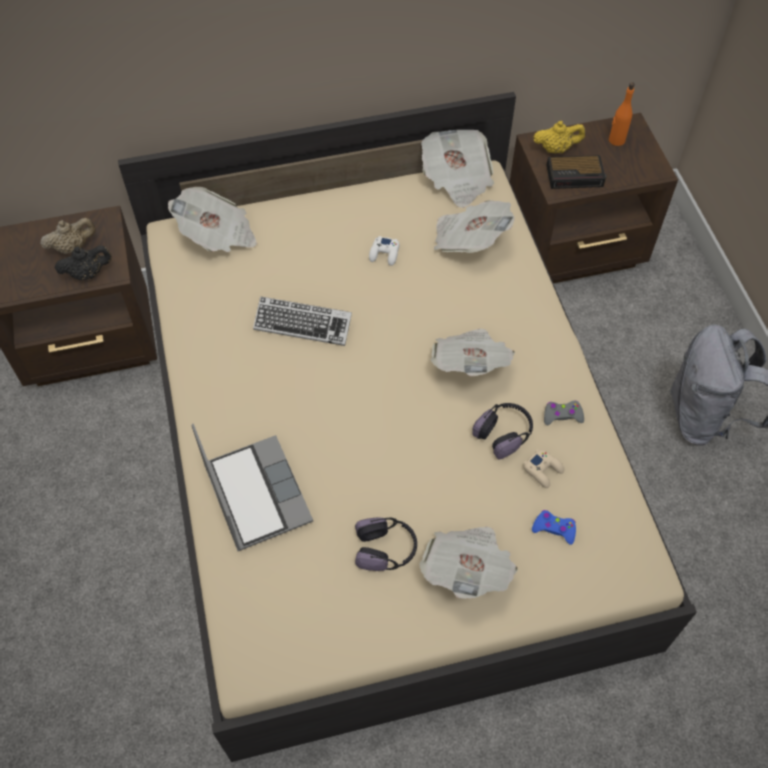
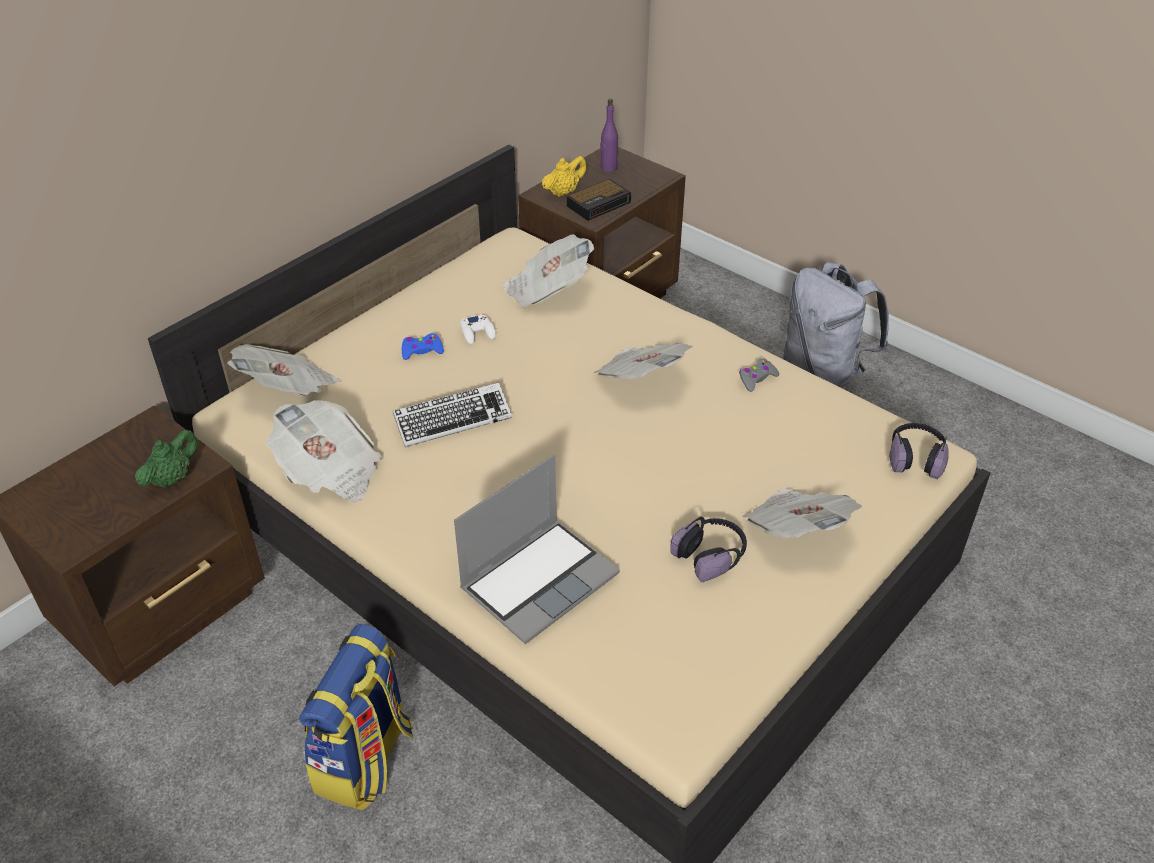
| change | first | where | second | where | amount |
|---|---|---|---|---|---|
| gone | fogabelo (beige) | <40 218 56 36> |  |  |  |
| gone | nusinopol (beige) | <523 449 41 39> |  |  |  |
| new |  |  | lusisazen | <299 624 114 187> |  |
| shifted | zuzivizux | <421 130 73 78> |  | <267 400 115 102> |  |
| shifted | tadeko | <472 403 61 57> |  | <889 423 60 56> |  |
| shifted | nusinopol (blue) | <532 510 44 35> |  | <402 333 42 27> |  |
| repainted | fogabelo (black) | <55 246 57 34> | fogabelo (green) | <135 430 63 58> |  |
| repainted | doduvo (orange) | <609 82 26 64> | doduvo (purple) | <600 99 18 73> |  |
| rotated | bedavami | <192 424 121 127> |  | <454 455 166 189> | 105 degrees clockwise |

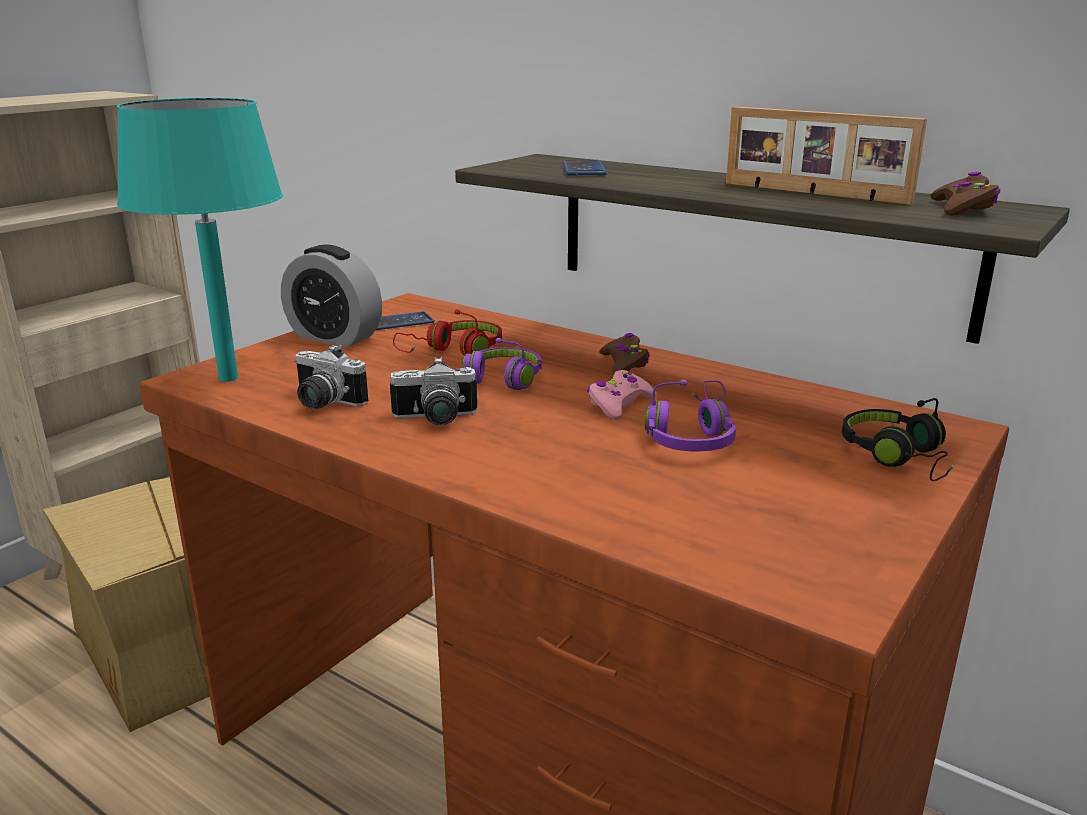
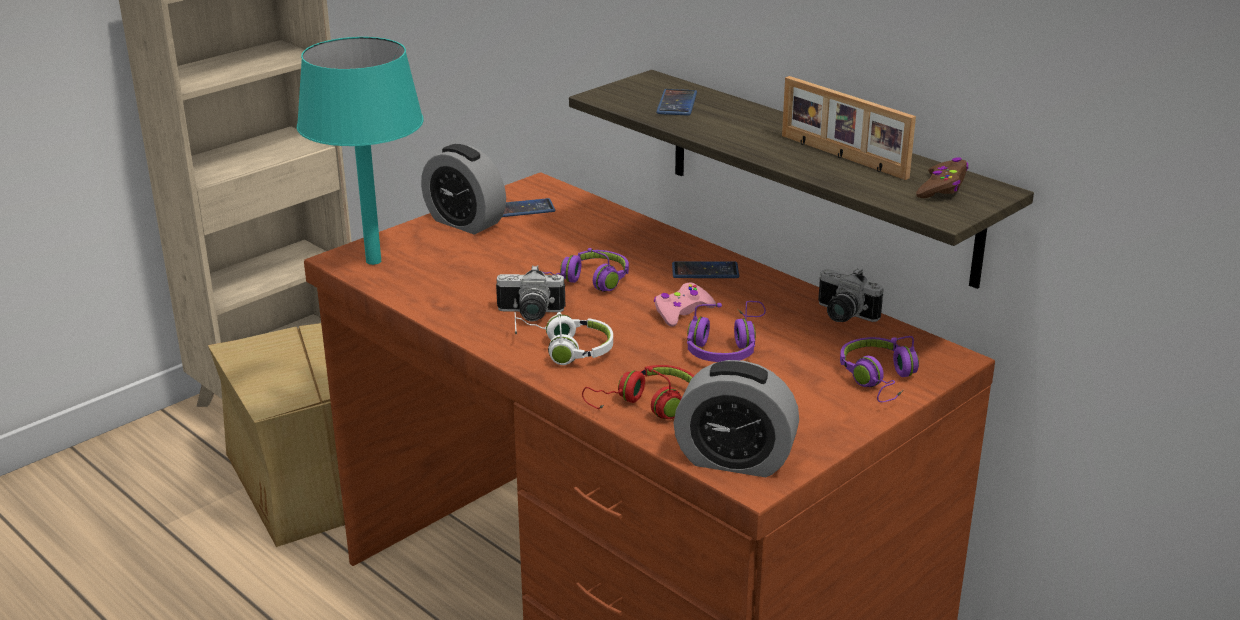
| change | first | where | second | where | amount |
|---|---|---|---|---|---|
| new |  |  | tadeko (white) | <515 312 98 53> |  |
| new |  |  | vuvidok | <674 360 125 117> |  |
| shifted | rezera | <294 344 74 65> |  | <818 268 66 54> |  |
| shifted | tadeko (red) | <393 310 109 46> |  | <582 365 112 54> |  |
| swapped | nusinopol (brown) | <599 333 51 41> | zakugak | <672 261 67 17> |  |
| repainted | tadeko (black) | <842 398 113 83> | tadeko (purple) | <840 336 79 66> |  |

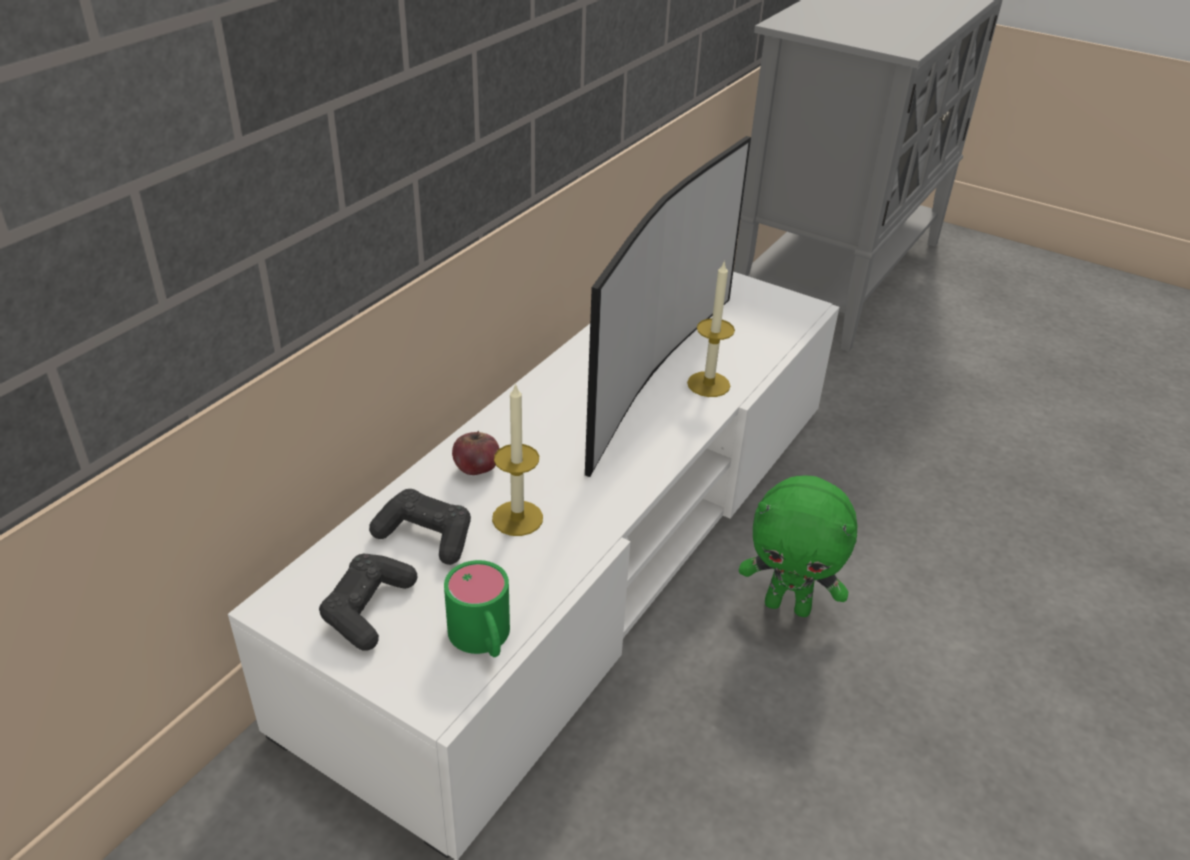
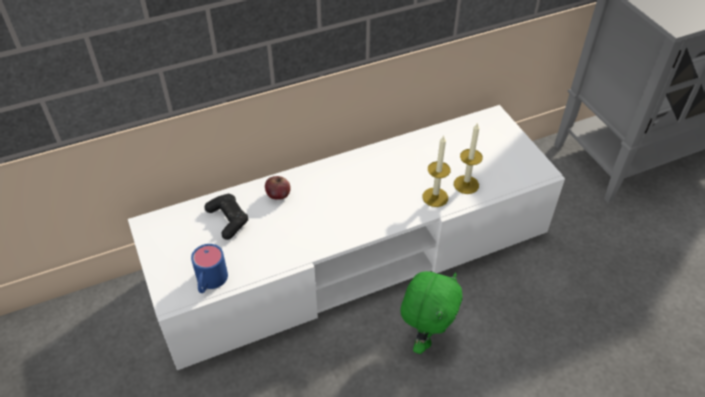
| change | first | where | second | where | amount |
|---|---|---|---|---|---|
| gone | nusinopol (black) | <319 554 98 97> |  |  |  |
| gone | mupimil | <585 136 166 341> |  |  |  |
| shifted | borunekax | <492 383 51 153> |  | <454 122 29 72> |  |
| repainted | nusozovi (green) | <444 560 66 97> | nusozovi (blue) | <191 244 37 49> |  |
| rotated | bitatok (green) | <739 476 118 141> |  | <400 271 62 83> | 120 degrees counterclockwise |

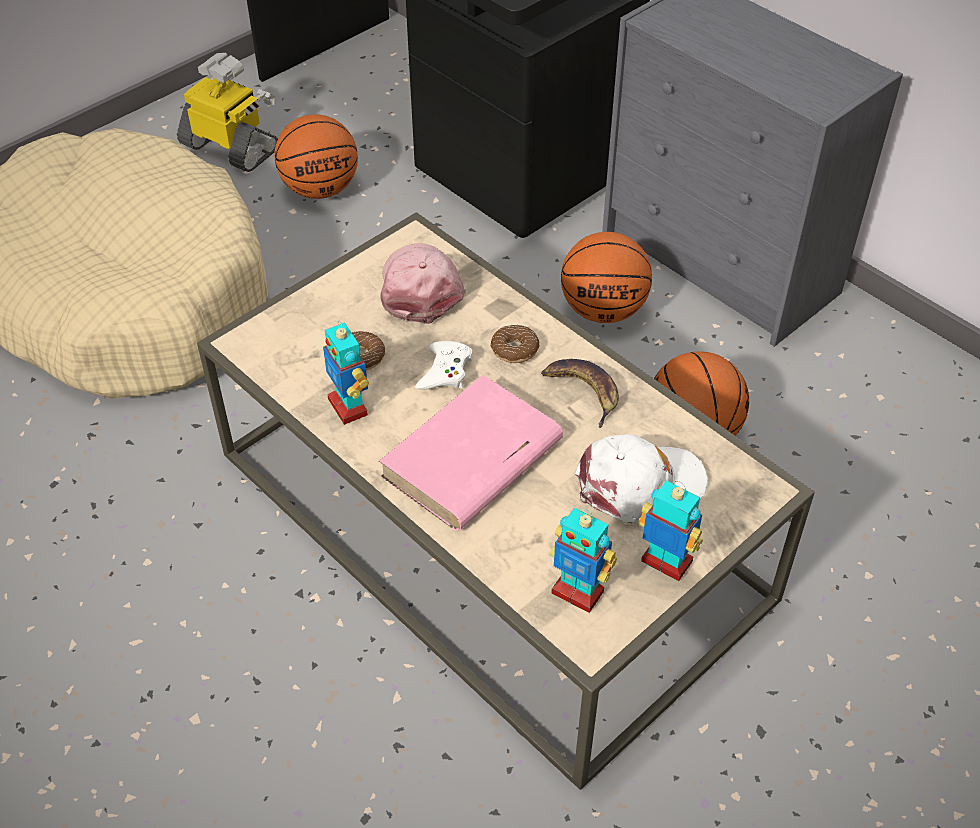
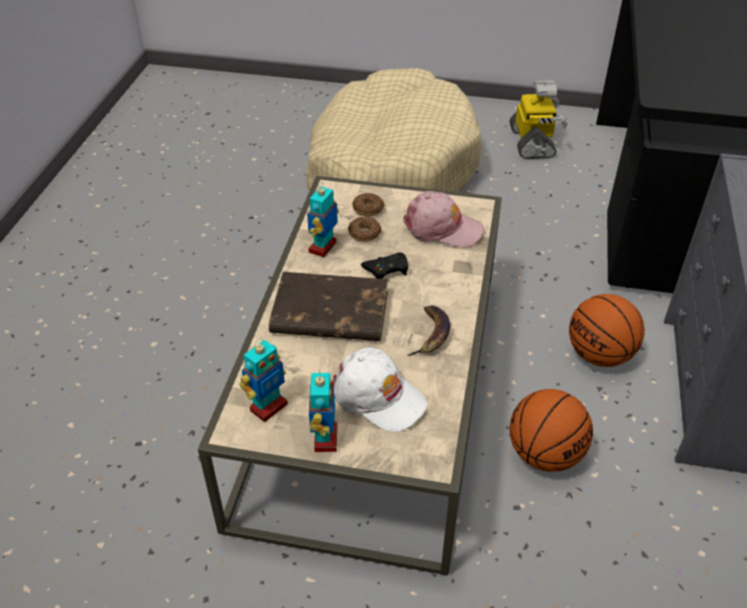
| change | first | where | second | where | amount |
|---|---|---|---|---|---|
| gone | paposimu | <274 114 84 85> |  |  |  |
| shifted | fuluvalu | <490 324 49 39> |  | <352 193 32 23> |  |
| repainted | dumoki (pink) | <379 375 184 156> | dumoki (brown) | <269 272 119 69> |  |
| repainted | nusinopol (white) | <415 341 57 49> | nusinopol (black) | <361 252 47 27> |  |
| rotated | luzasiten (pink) | <380 243 86 81> |  | <403 191 81 57> | 60 degrees clockwise |
| rotated | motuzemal | <550 508 67 105> |  | <239 338 49 84> | 135 degrees counterclockwise |

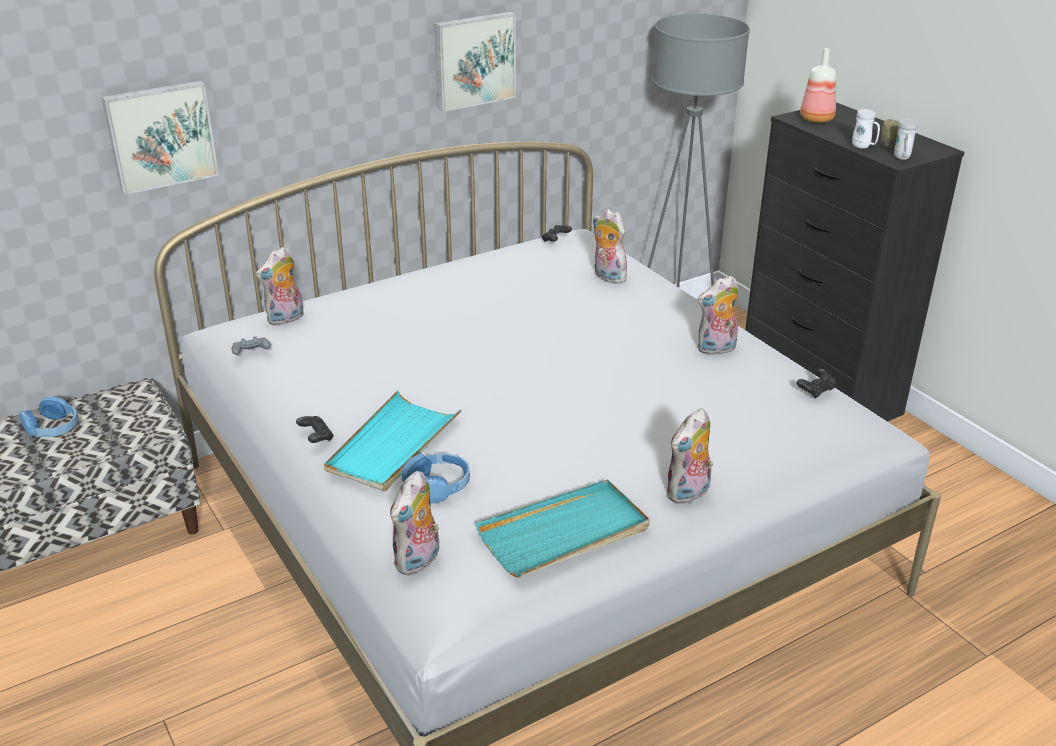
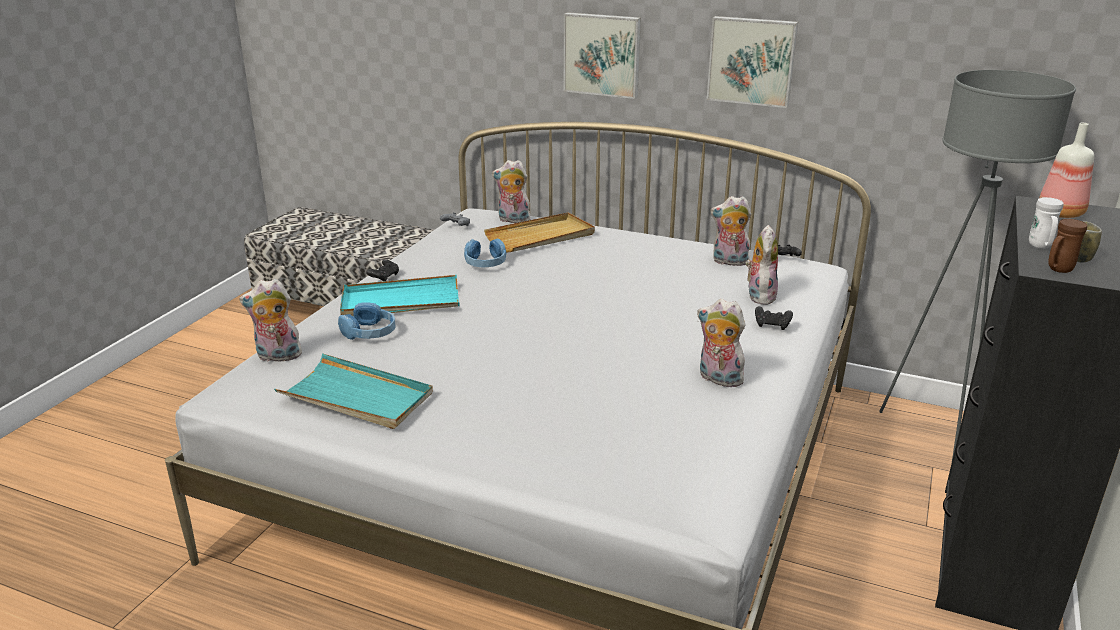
| change | first | where | second | where | amount |
|---|---|---|---|---|---|
| new |  |  | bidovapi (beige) | <484 213 111 39> |  |
| shifted | tadeko (blue) | <19 396 59 41> |  | <464 238 42 29> |  |
| shifted | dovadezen | <102 81 117 114> |  | <564 12 77 87> |  |
| shifted | bitatok | <666 408 47 96> |  | <710 196 41 70> |  |
| shifted | nusinopol (black) | <797 369 39 30> |  | <755 306 38 24> |  |
| repainted | nusozovi (white) | <894 119 24 41> | nusozovi (brown) | <1049 219 38 54> |  |

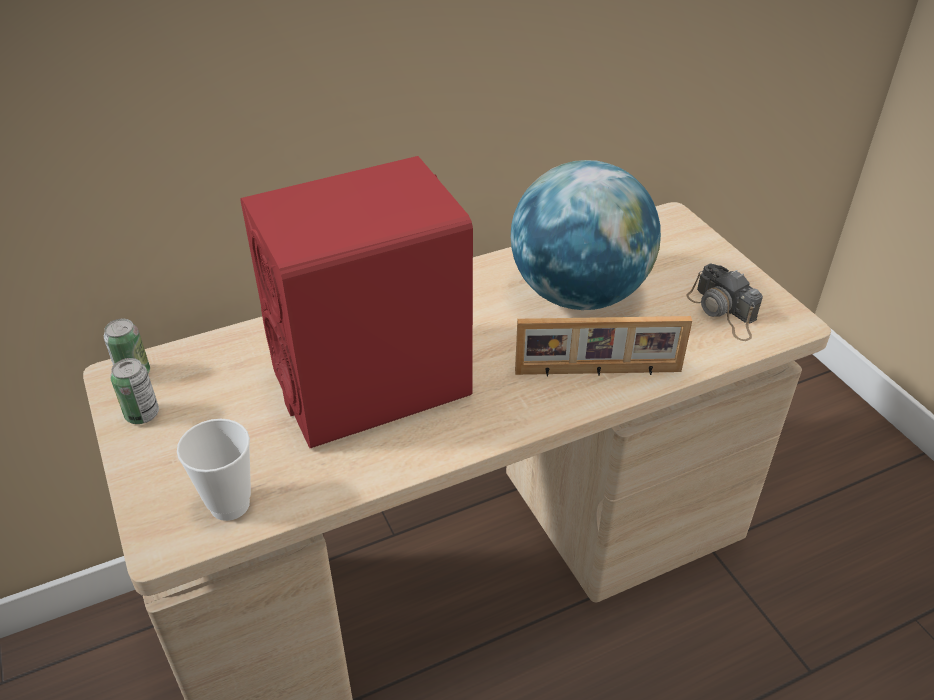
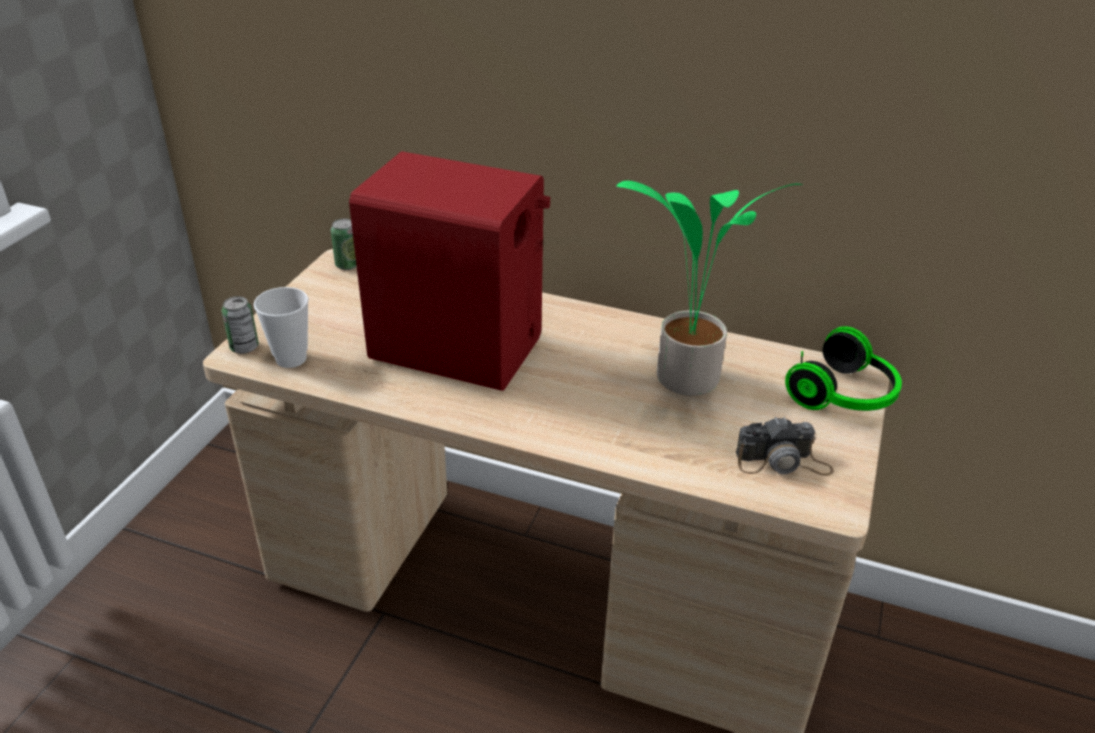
| change | first | where | second | where | amount |
|---|---|---|---|---|---|
| gone | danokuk | <515 316 177 61> |  |  |  |
| new |  |  | tadeko | <785 326 117 85> |  |
| shifted | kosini | <110 358 49 66> |  | <221 296 38 58> |  |
| swapped | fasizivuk | <511 160 150 150> | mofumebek | <616 181 187 215> |  |
| rotated | rezera | <686 263 77 78> |  | <736 417 98 59> | 105 degrees counterclockwise |

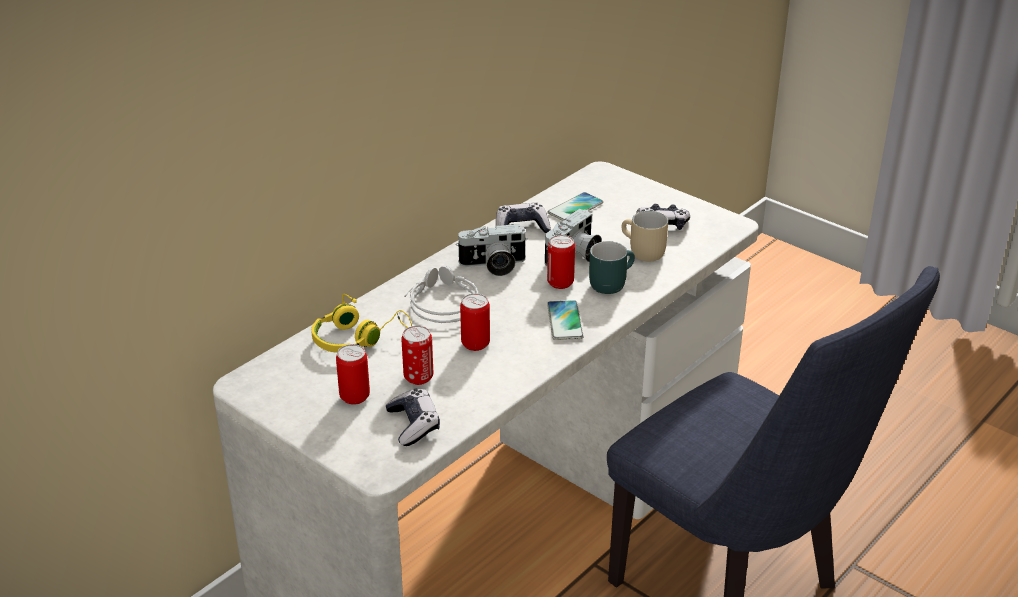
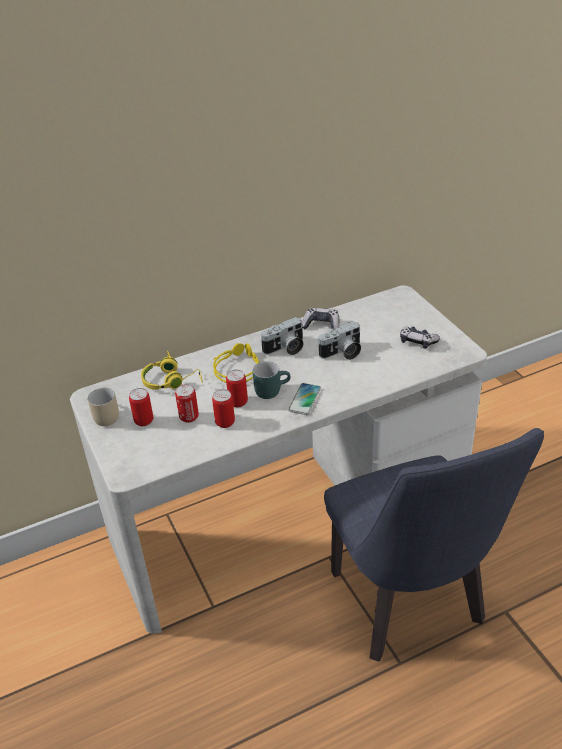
| change | first | where | second | where | amount |
|---|---|---|---|---|---|
| gone | nusinopol | <386 388 54 58> |  |  |  |
| gone | zakugak | <548 192 55 29> |  |  |  |
| shifted | kosini | <547 235 28 54> |  | <212 389 23 39> |  |
| shifted | nusozovi (turquoise) | <589 241 46 53> |  | <252 361 39 38> |  |
| shifted | nusozovi (beige) | <621 211 47 50> |  | <87 388 32 38> |  |
| repainted | tadeko (grey) | <404 266 75 57> | tadeko (yellow) | <213 343 46 40> |  |
| rotated | rezera | <456 224 72 52> |  | <260 317 44 38> | 45 degrees counterclockwise |

